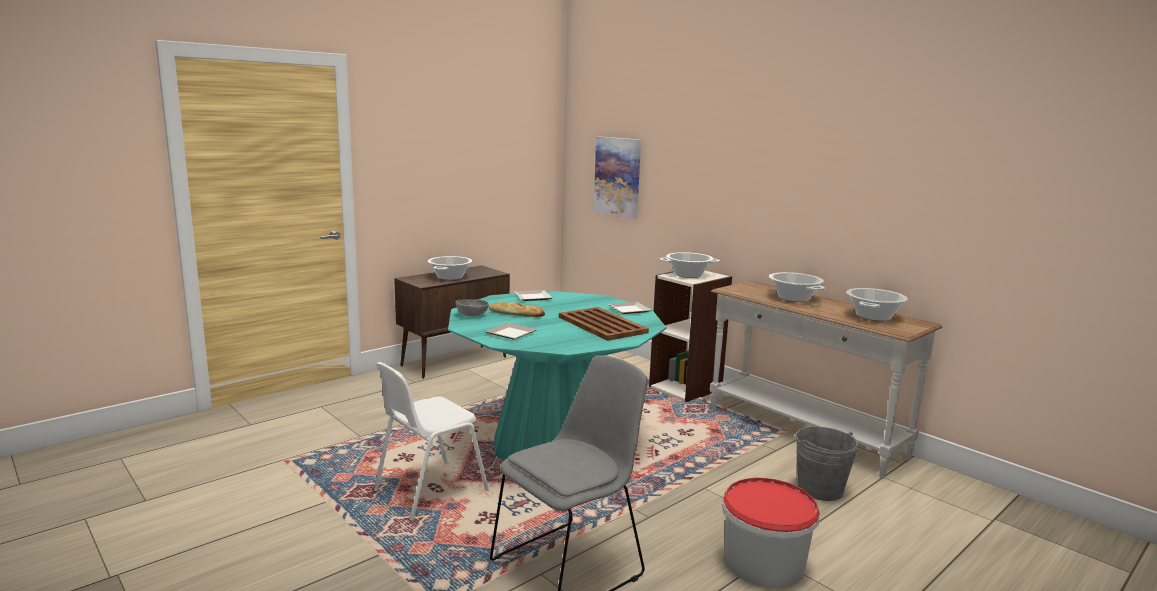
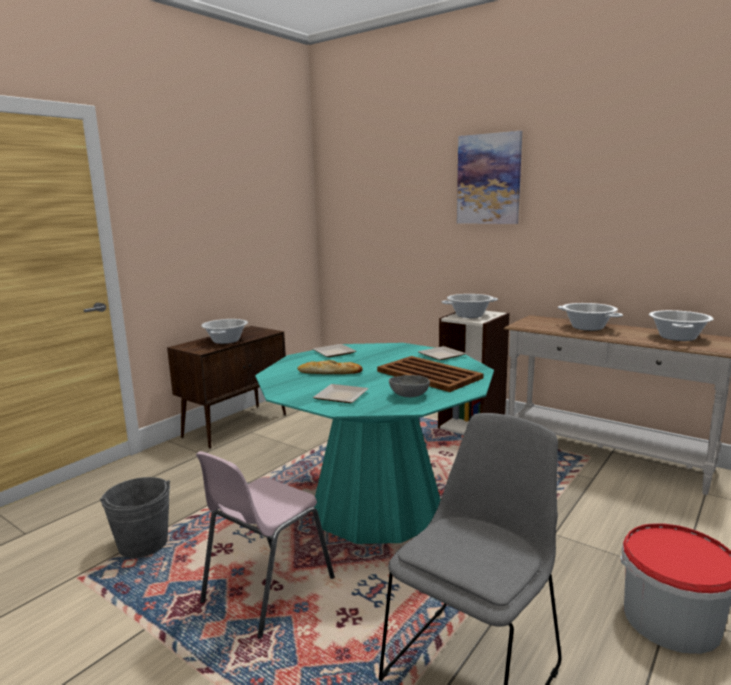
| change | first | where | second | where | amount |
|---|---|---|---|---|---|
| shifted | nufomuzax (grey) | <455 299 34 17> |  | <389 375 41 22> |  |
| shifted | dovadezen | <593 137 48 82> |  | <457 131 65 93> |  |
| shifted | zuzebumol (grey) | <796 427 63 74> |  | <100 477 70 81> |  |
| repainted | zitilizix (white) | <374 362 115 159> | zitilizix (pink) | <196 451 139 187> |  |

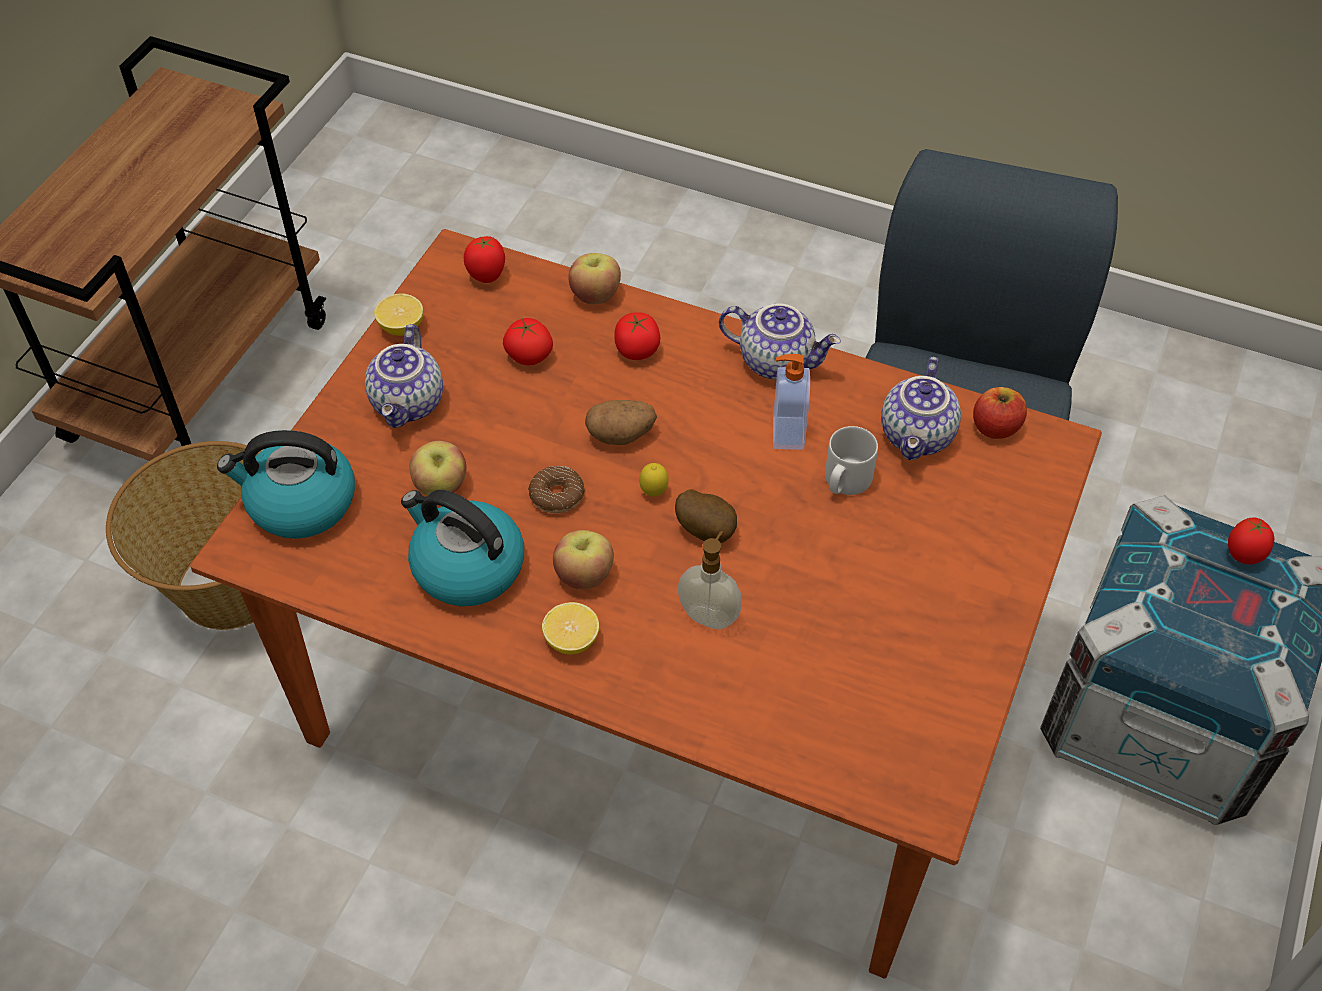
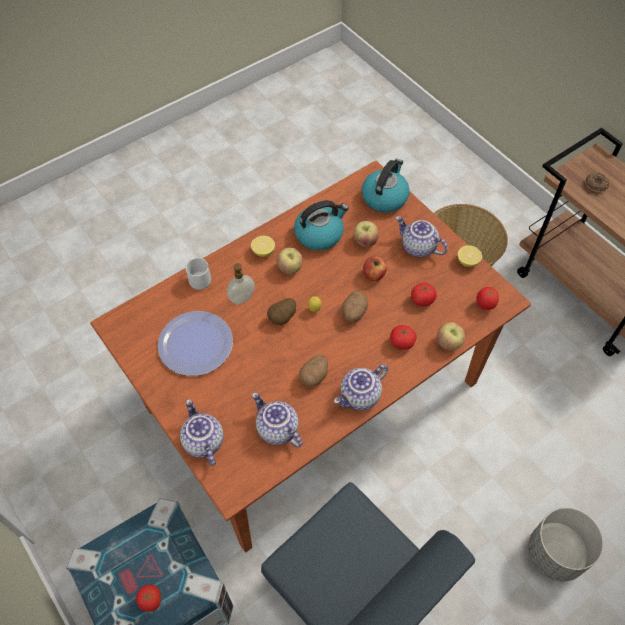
| change | first | where | second | where | amount |
|---|---|---|---|---|---|
| new |  |  | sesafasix | <157 311 76 65> |  |
| new |  |  | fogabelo | <180 399 44 67> |  |
| new |  |  | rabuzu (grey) | <528 507 75 75> |  |
| shifted | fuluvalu | <528 466 57 47> |  | <585 173 24 19> |  |
| shifted | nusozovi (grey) | <825 426 53 69> |  | <186 258 25 32> |  |
| shifted | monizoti | <973 387 54 52> |  | <363 256 24 26> |  |
| swapped | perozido | <773 354 37 96> | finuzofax | <299 354 29 33> |  |

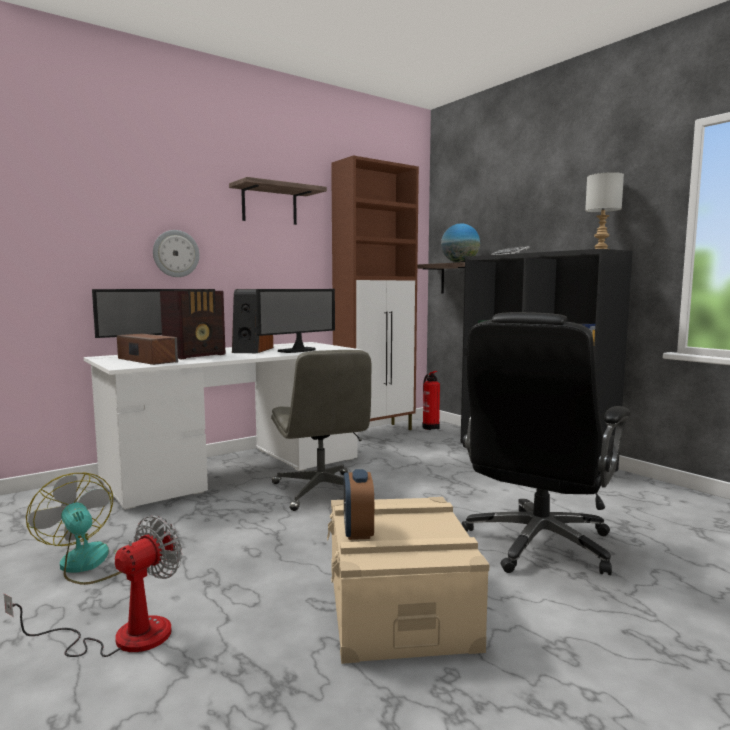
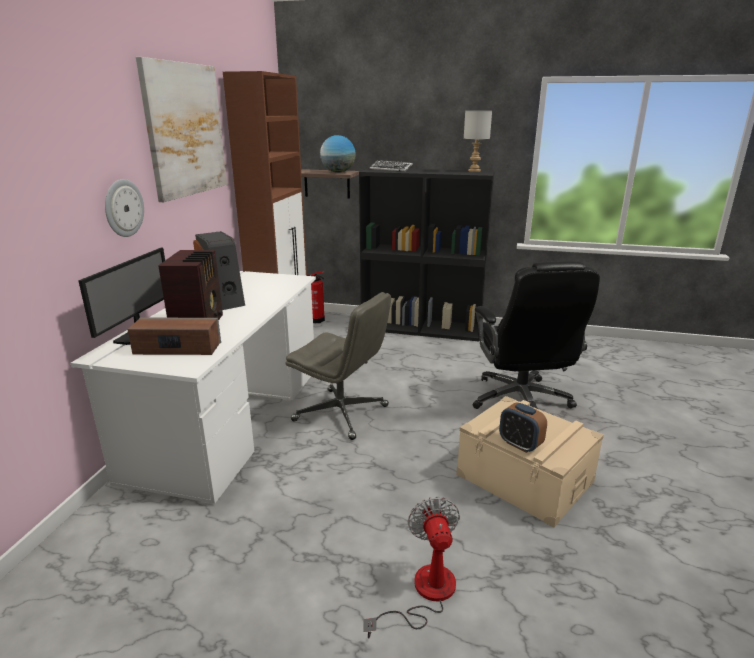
| change | first | where | second | where | amount |
|---|---|---|---|---|---|
| gone | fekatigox | <26 473 96 112> |  |  |  |
| gone | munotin | <256 289 79 64> |  |  |  |
| swapped | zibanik | <229 177 98 48> | dovadezen | <136 57 91 145> |  |

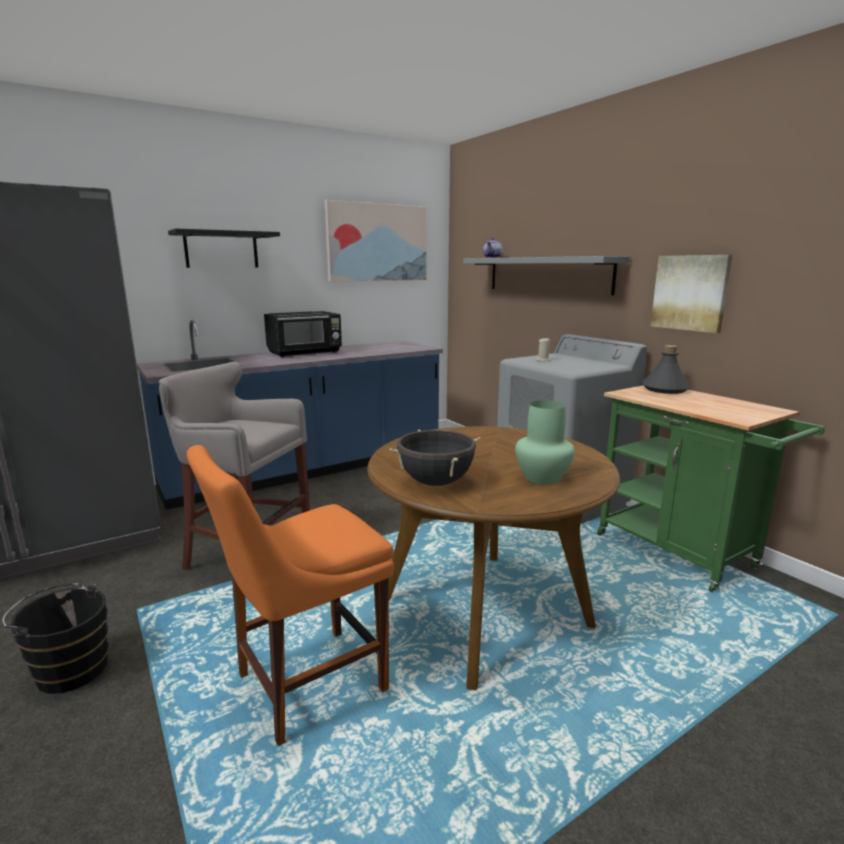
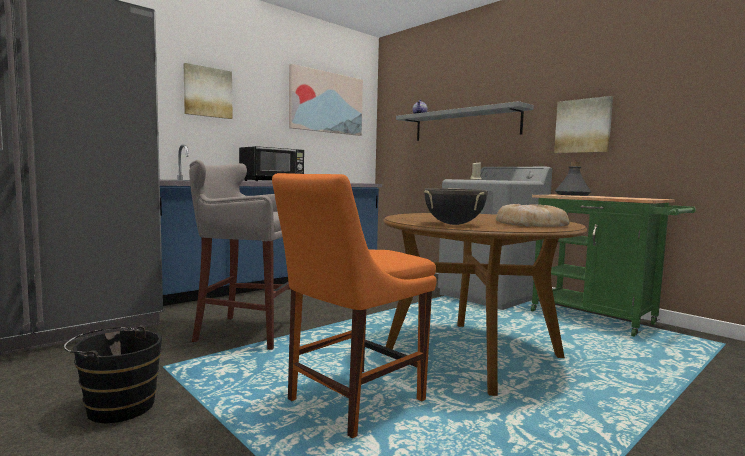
| change | first | where | second | where | amount |
|---|---|---|---|---|---|
| swapped | zibanik (black) | <168 229 112 39> | dovadezen | <184 63 48 56> |  |
| swapped | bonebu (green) | <515 400 60 85> | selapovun | <496 204 73 23> |  |

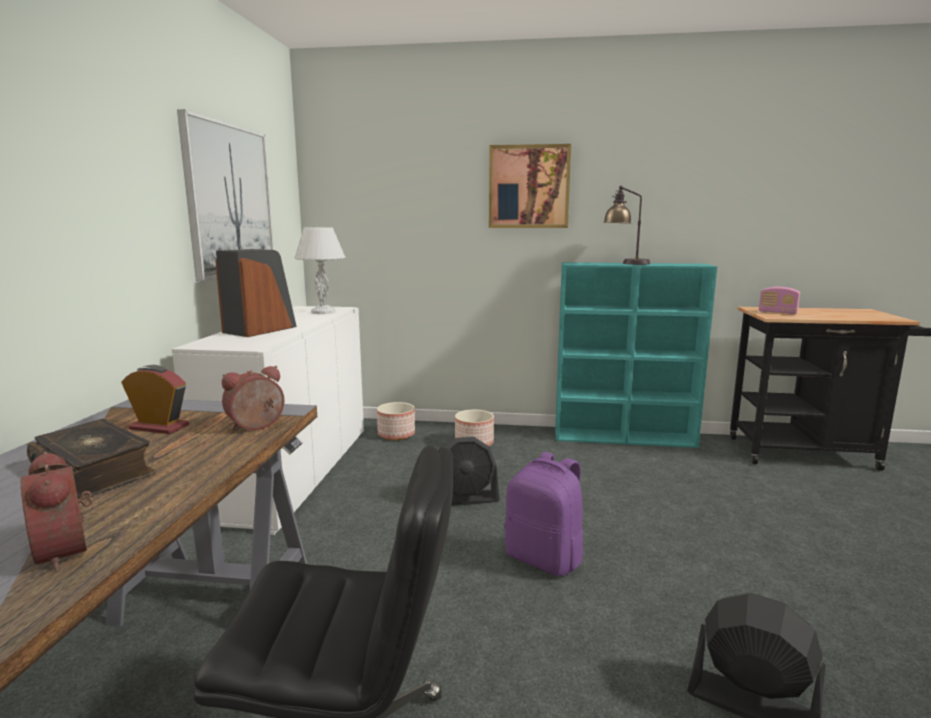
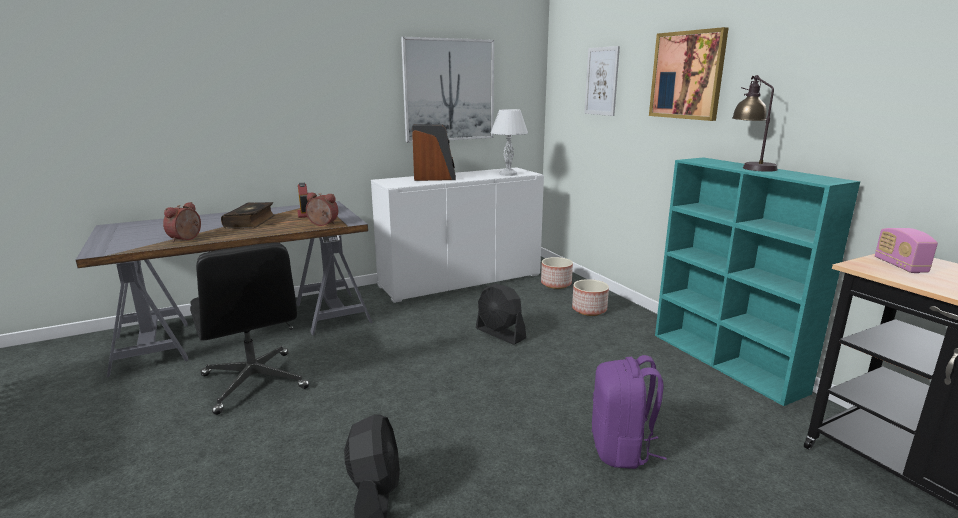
| change | first | where | second | where | amount |
|---|---|---|---|---|---|
| new |  |  | dovadezen | <584 46 36 70> |  |
| shifted | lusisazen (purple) | <504 452 79 124> |  | <592 355 74 114> |  |

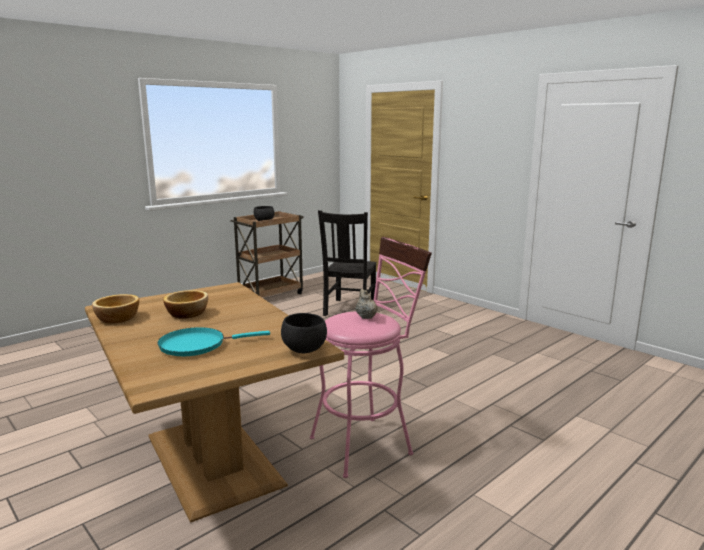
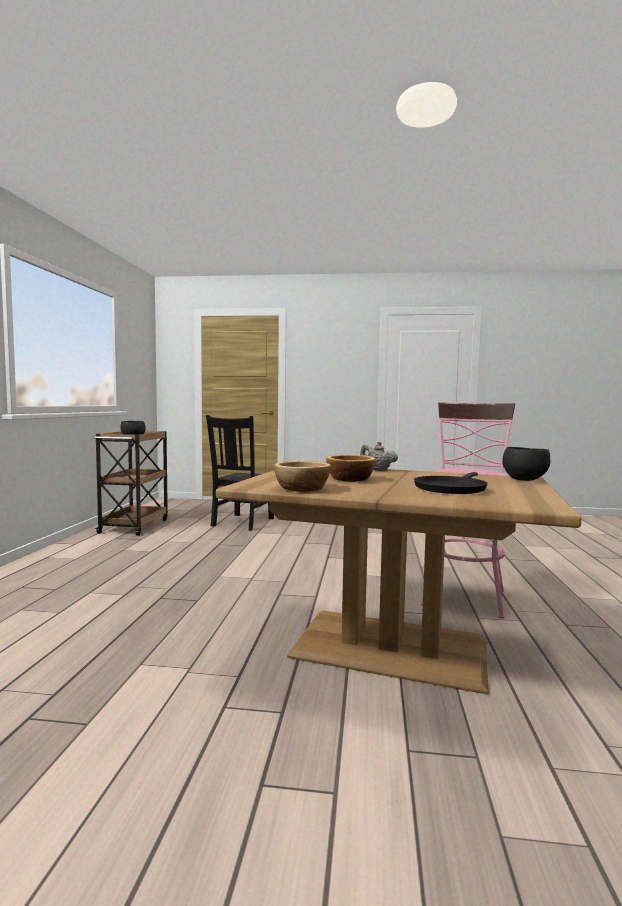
| change | first | where | second | where | amount |
|---|---|---|---|---|---|
| shifted | fogabelo (beige) | <356 289 22 30> |  | <360 441 38 30> |  |
| repainted | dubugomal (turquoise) | <157 327 113 29> | dubugomal (black) | <414 472 74 22> |  |
| rotated | zitilizix (black) | <318 210 58 106> |  | <206 415 68 116> | 45 degrees clockwise |

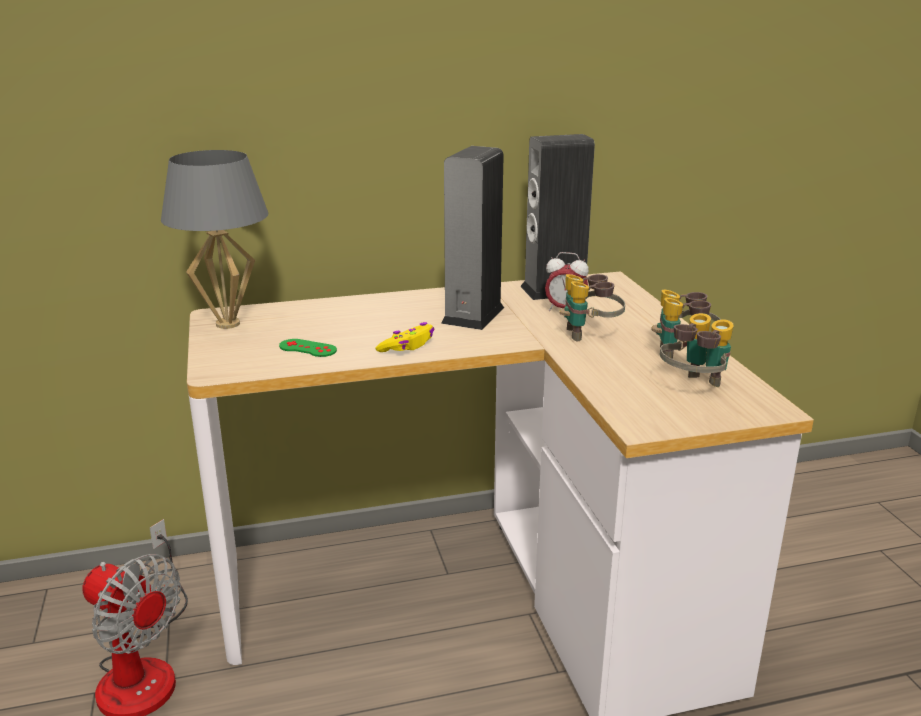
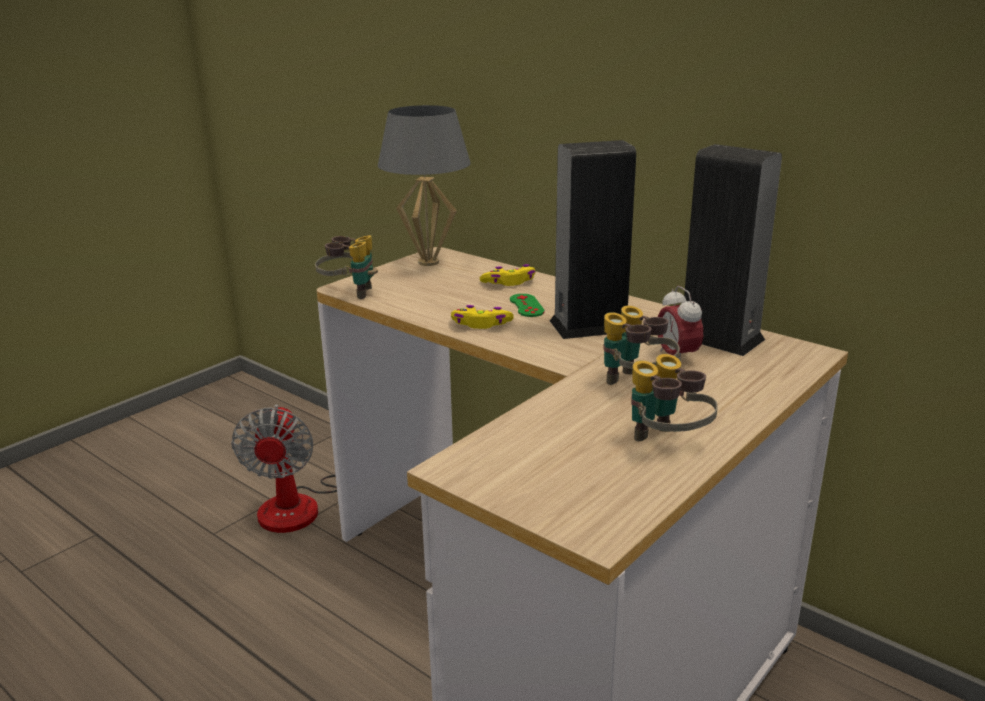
| change | first | where | second | where | amount |
|---|---|---|---|---|---|
| new |  |  | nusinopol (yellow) | <480 264 55 22> |  |
| shifted | nusinopol (green) | <279 339 58 18> |  | <510 294 35 23> |  |
| shifted | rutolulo | <660 313 74 74> |  | <315 235 63 64> |  |

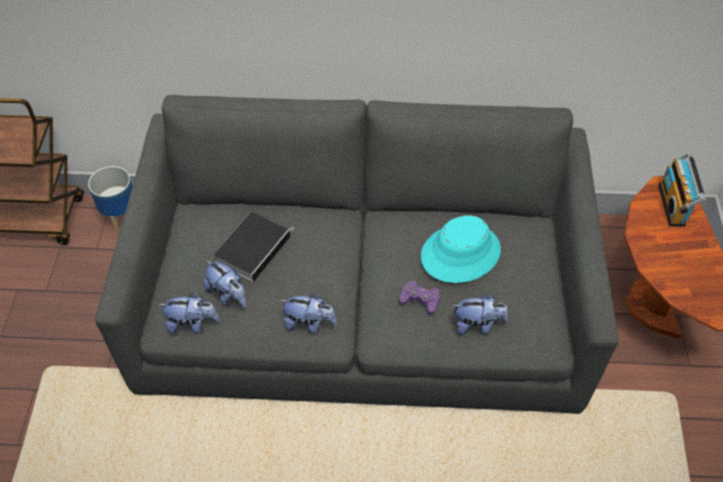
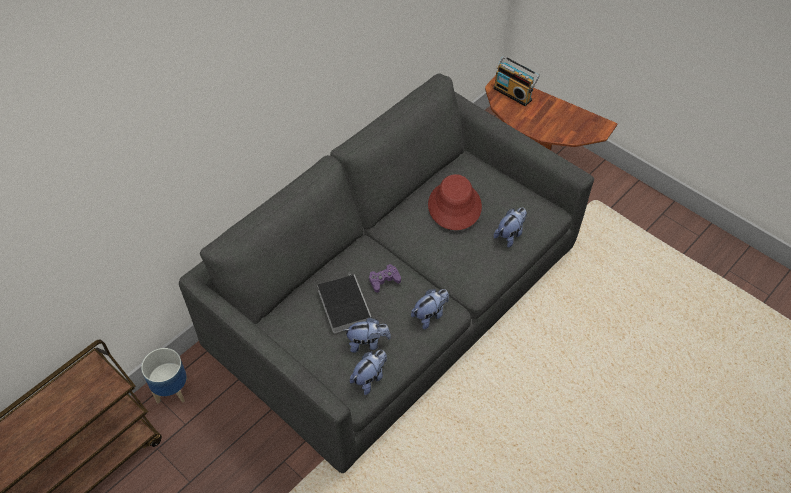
| change | first | where | second | where | amount |
|---|---|---|---|---|---|
| shifted | nusinopol (purple) | <399 280 41 36> |  | <369 264 32 29> |  |
| repainted | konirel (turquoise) | <421 215 80 68> | konirel (red) | <428 174 54 56> |  |

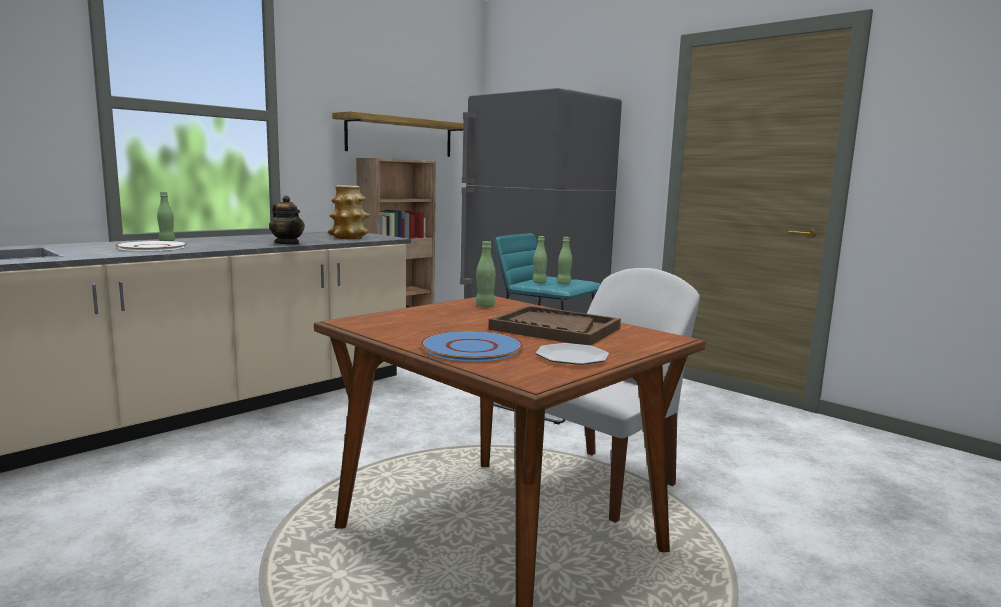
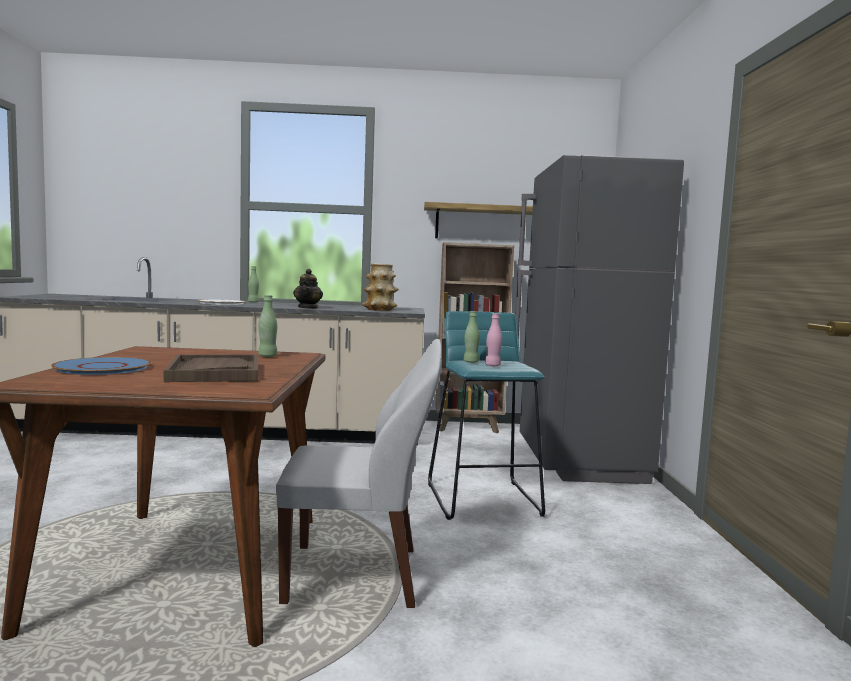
| change | first | where | second | where | amount |
|---|---|---|---|---|---|
| gone | sesafasix | <535 343 74 22> |  |  |  |
| repainted | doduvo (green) | <557 237 15 47> | doduvo (pink) | <485 313 17 53> |  |

